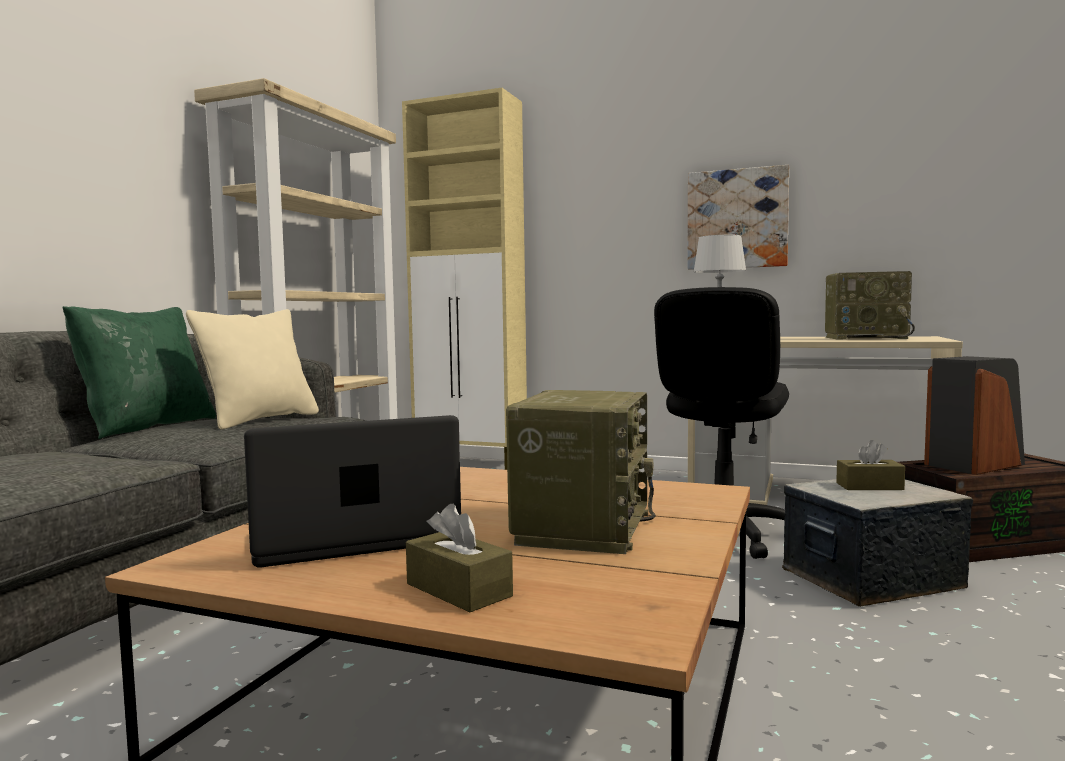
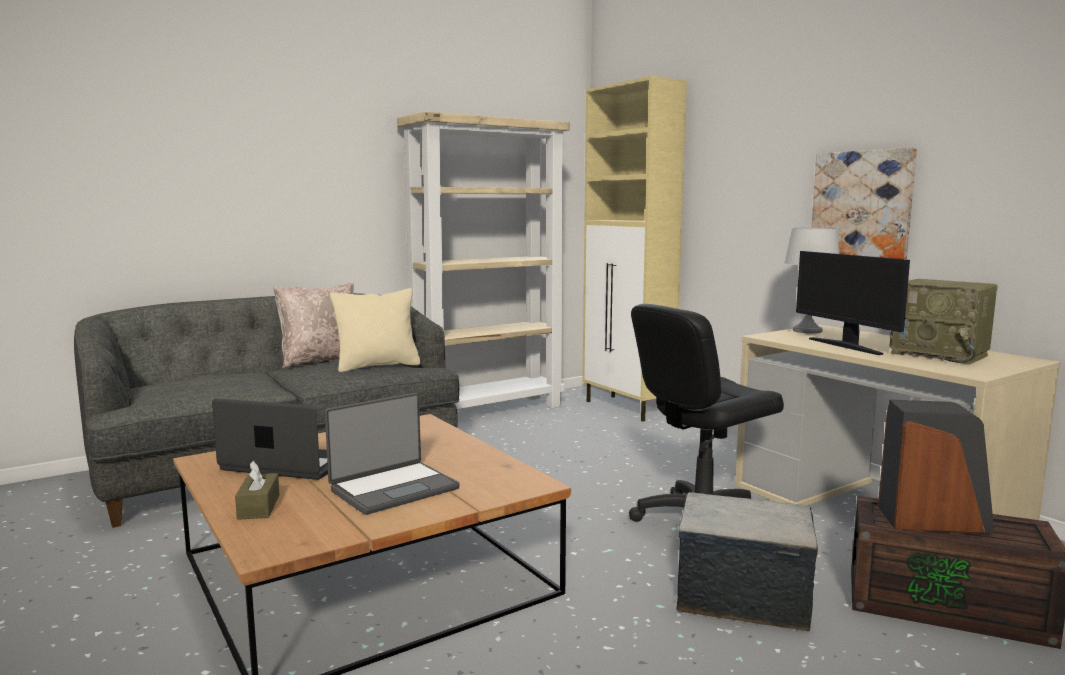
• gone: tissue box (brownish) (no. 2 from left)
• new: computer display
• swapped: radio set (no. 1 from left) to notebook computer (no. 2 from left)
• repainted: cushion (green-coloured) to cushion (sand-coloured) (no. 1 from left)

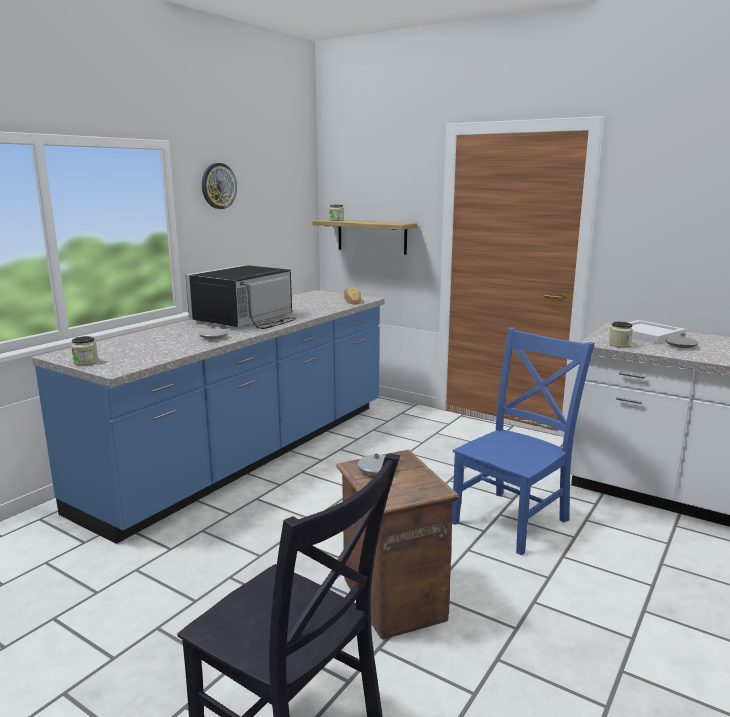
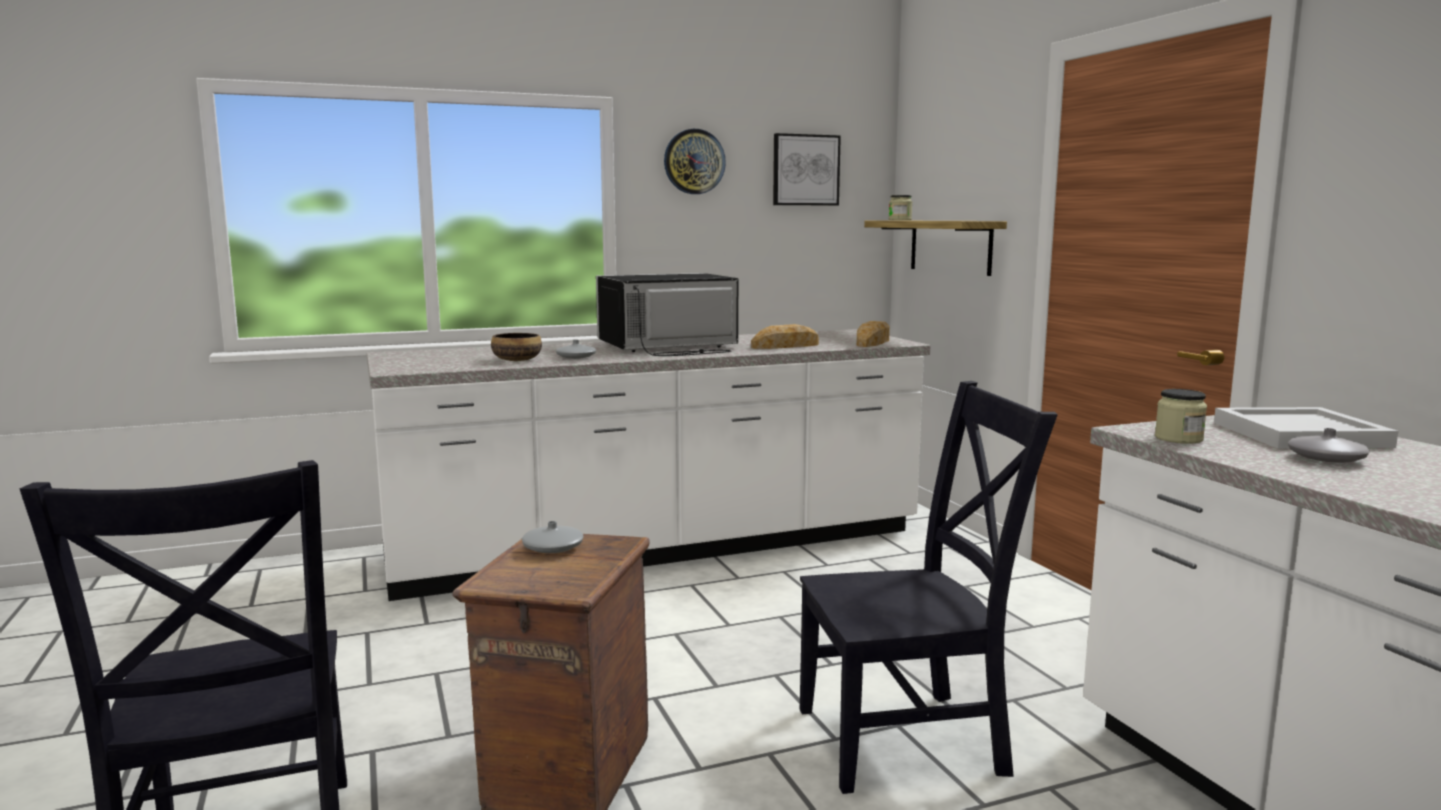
• gone: preserve jar (no. 1 from left)
• new: deep dish
• new: bread (no. 1 from left)
• new: wall picture
• repainted: kitchen counter (blue-coloured) to kitchen counter (white-coloured) (no. 1 from left)
• repainted: plain chair (blue-coloured) to plain chair (black-coloured) (no. 2 from left)

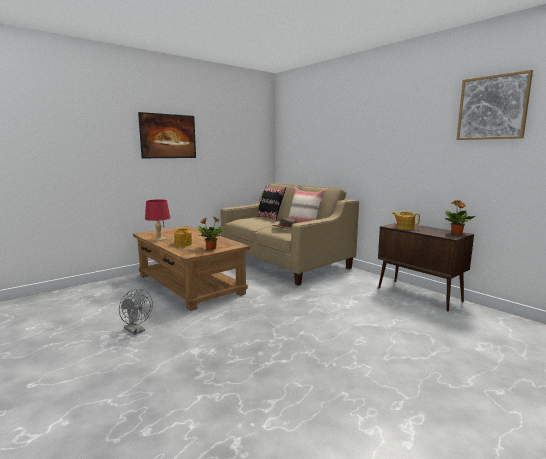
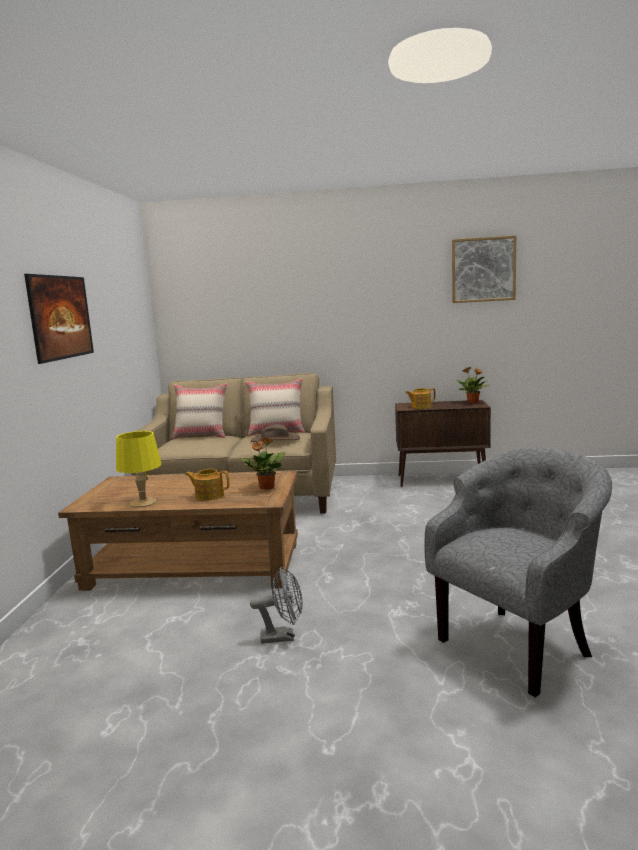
• new: lounge chair (greyish)
• repainted: lamp for a table (red) to lamp for a table (yellow)
• repainted: cushion (black-coloured) to cushion (sand-coloured) (no. 1 from left)

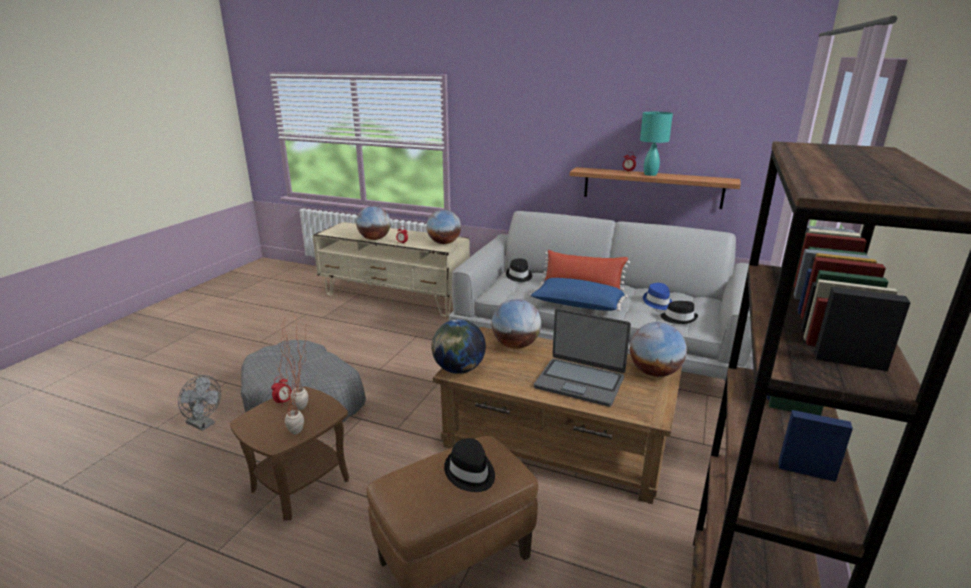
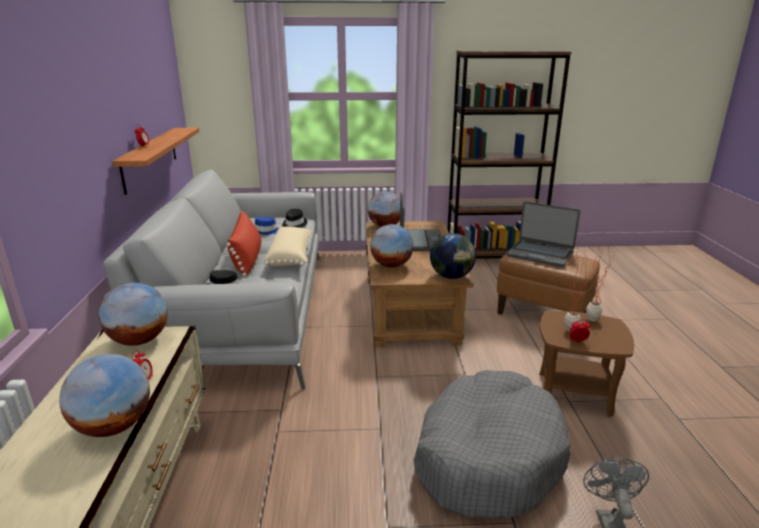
• gone: lamp for a table (blue-green)
• swapped: wearable hat (black-coloured) (no. 1 from left) to notebook computer (no. 2 from left)
• repainted: cushion (blue-coloured) to cushion (sand-coloured)

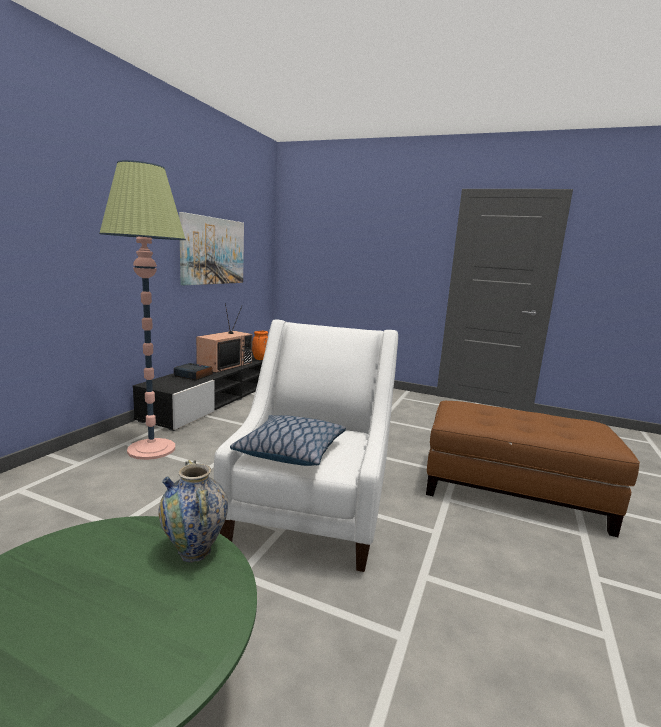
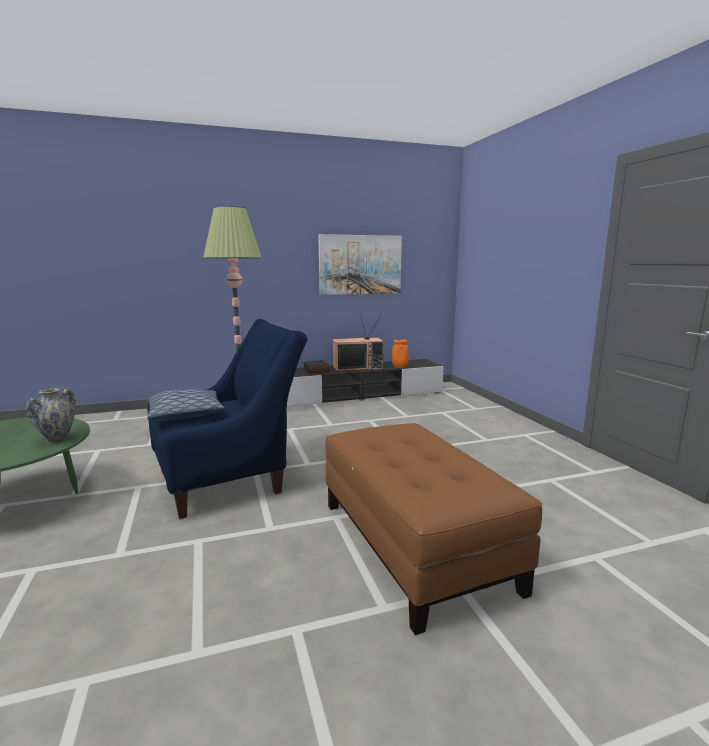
• repainted: lounge chair (white-coloured) to lounge chair (blue-coloured)

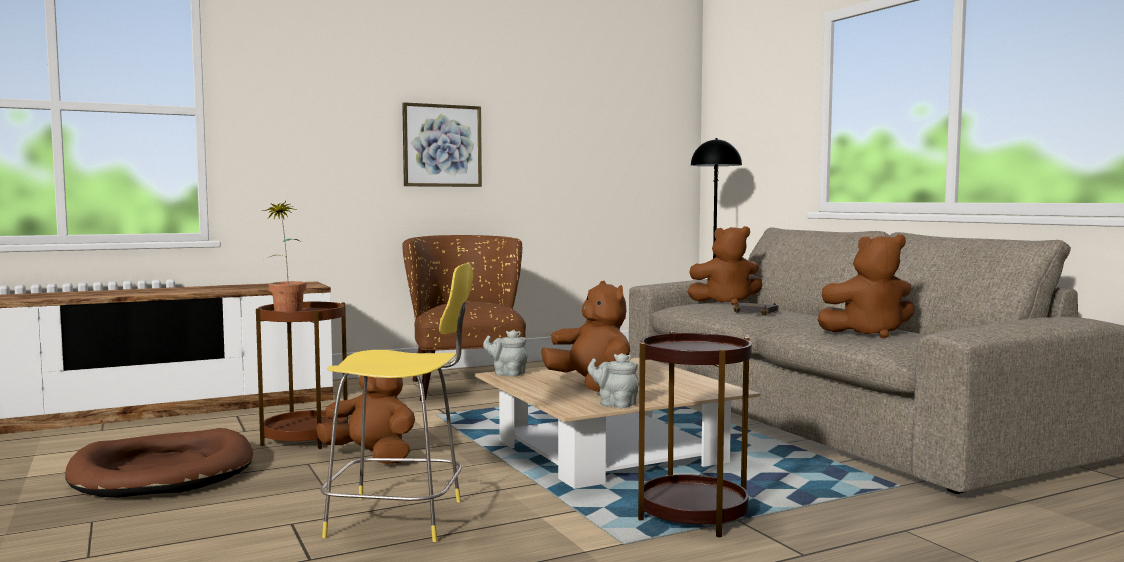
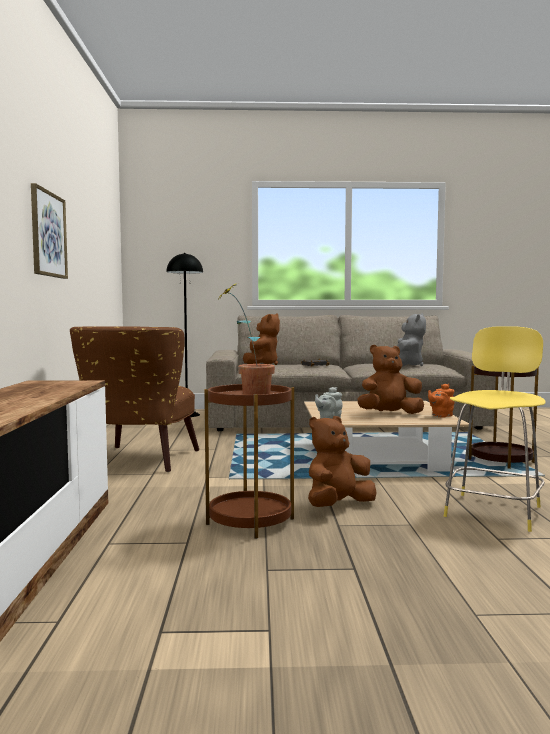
• gone: dog bed (brownish)
• repainted: tea pot (greyish) (no. 2 from left) to tea pot (orangey)
• repainted: plush toy (brownish) (no. 4 from left) to plush toy (greyish)
• rotated: lounge chair (brownish) 90 degrees counterclockwise

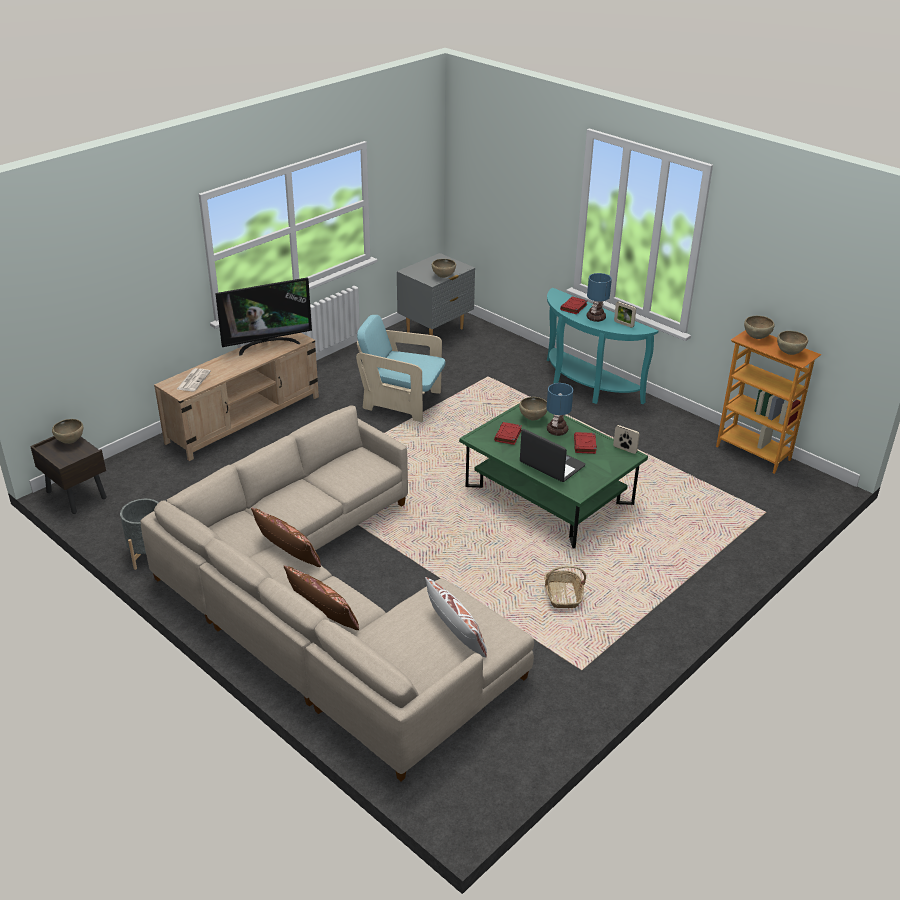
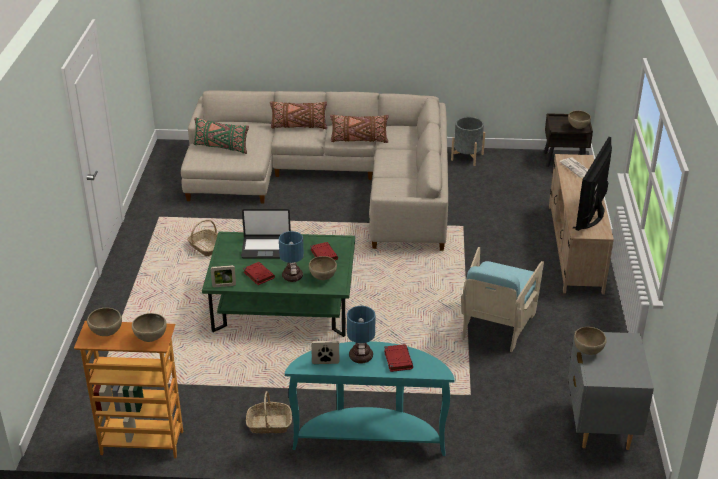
• new: basket (no. 2 from left)
• repainted: cushion (white-coloured) to cushion (green-coloured)
• rotated: lounge chair (blue-green) 135 degrees clockwise

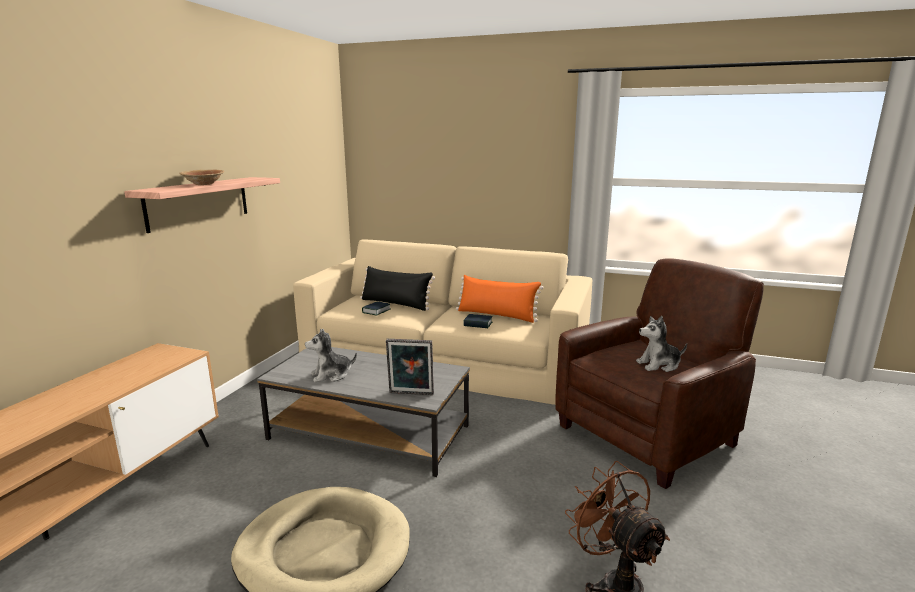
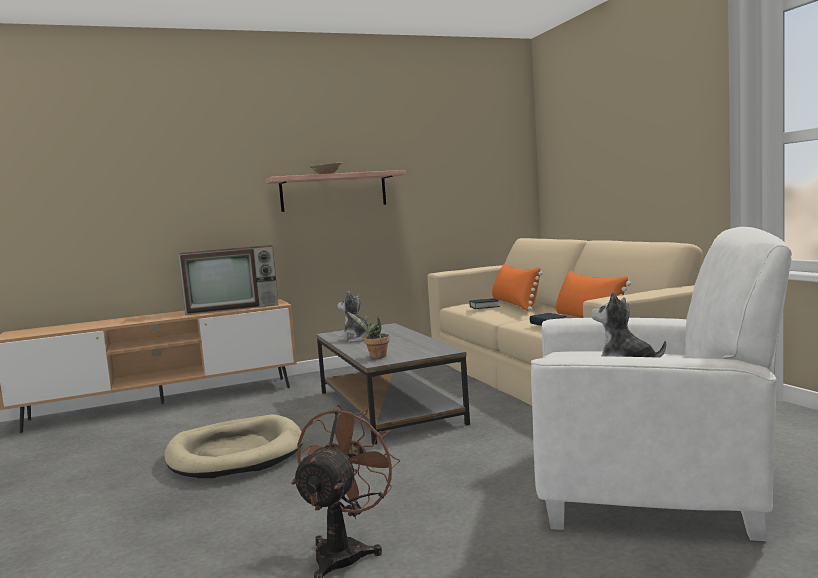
• new: television
• swapped: photo frame to houseplant
• repainted: cushion (black-coloured) to cushion (orangey) (no. 1 from left)
• repainted: lounge chair (brownish) to lounge chair (white-coloured)

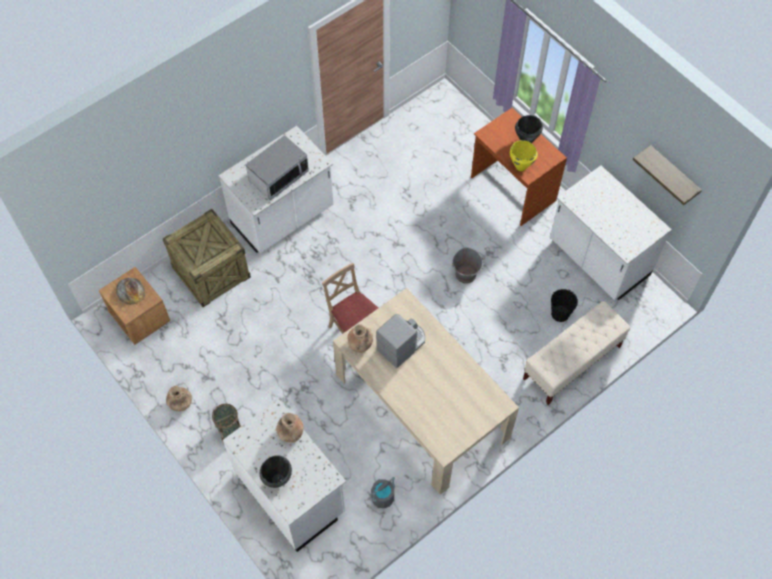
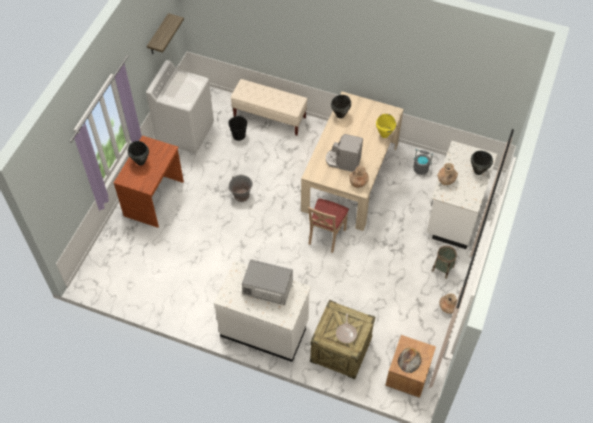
• new: saucepot (black-coloured) (no. 2 from left)
• new: frying pan
• shifted: saucepot (yellow)
• swapped: kitchen counter (white-coloured) (no. 3 from left) to laundry appliance (white-coloured)

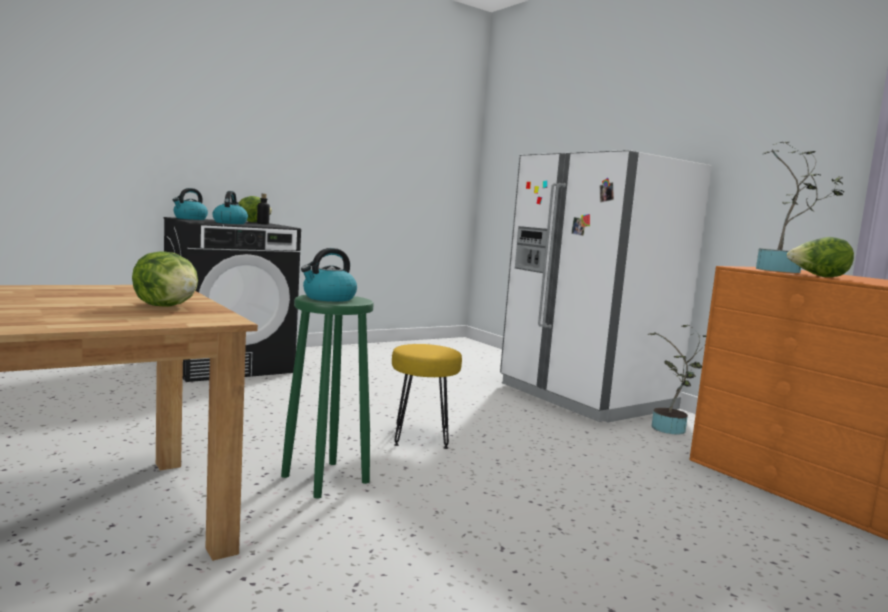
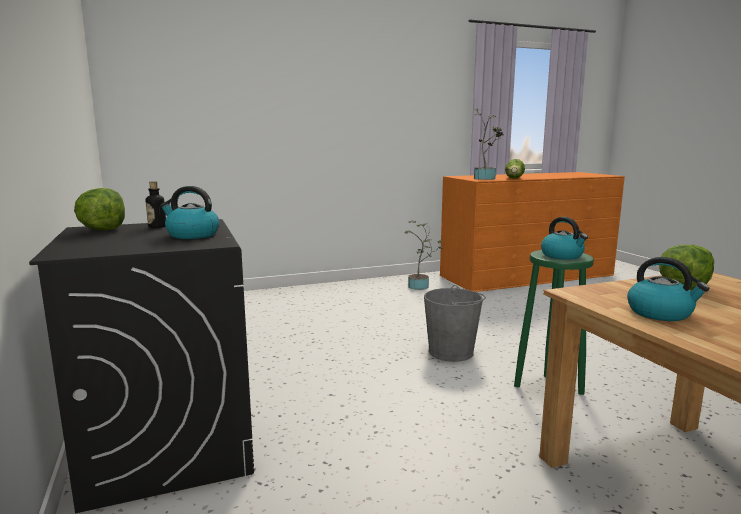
• gone: fridge (white-coloured)
• shifted: kettle (no. 1 from left in the first image) to kettle (no. 3 from left)
• swapped: sitting stool (yellow) to pail (greyish)

